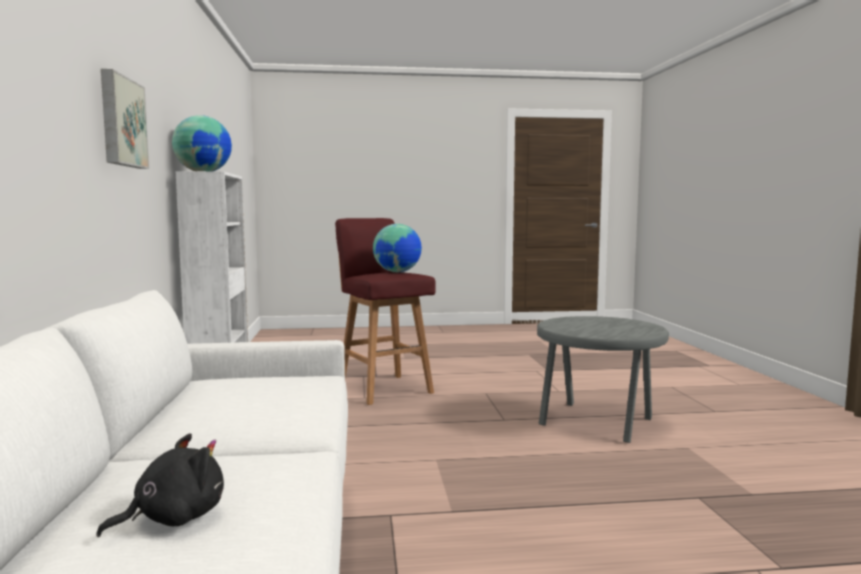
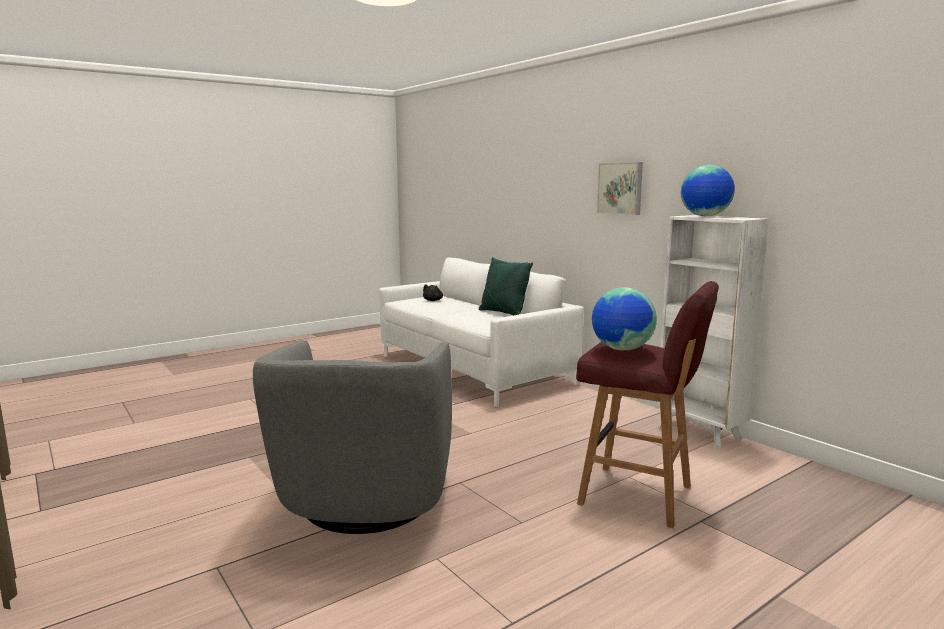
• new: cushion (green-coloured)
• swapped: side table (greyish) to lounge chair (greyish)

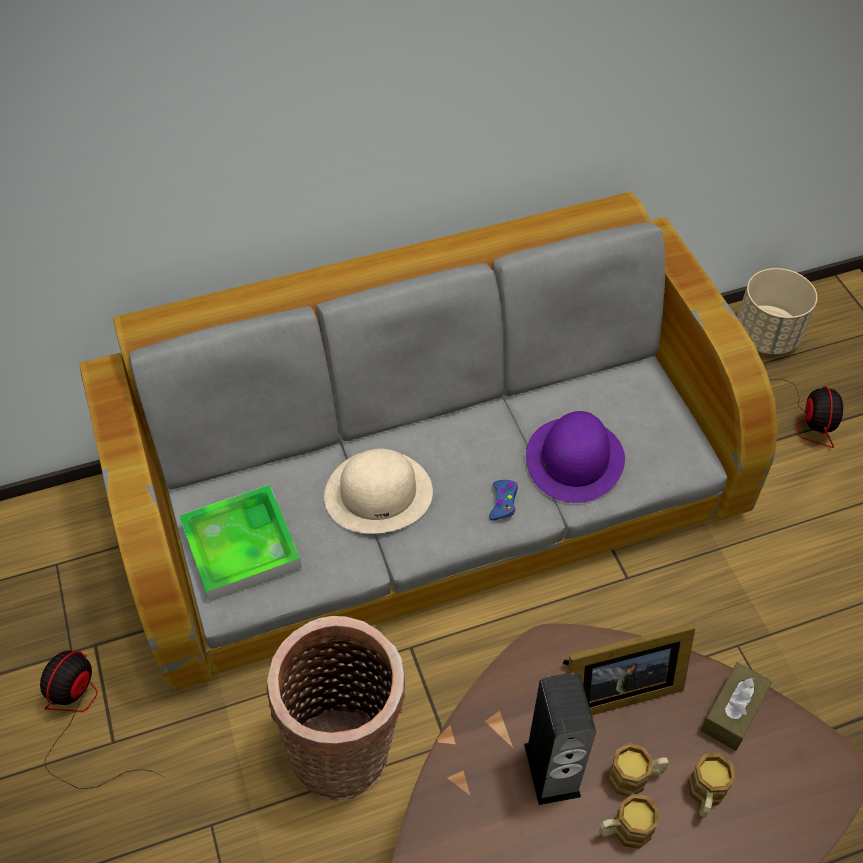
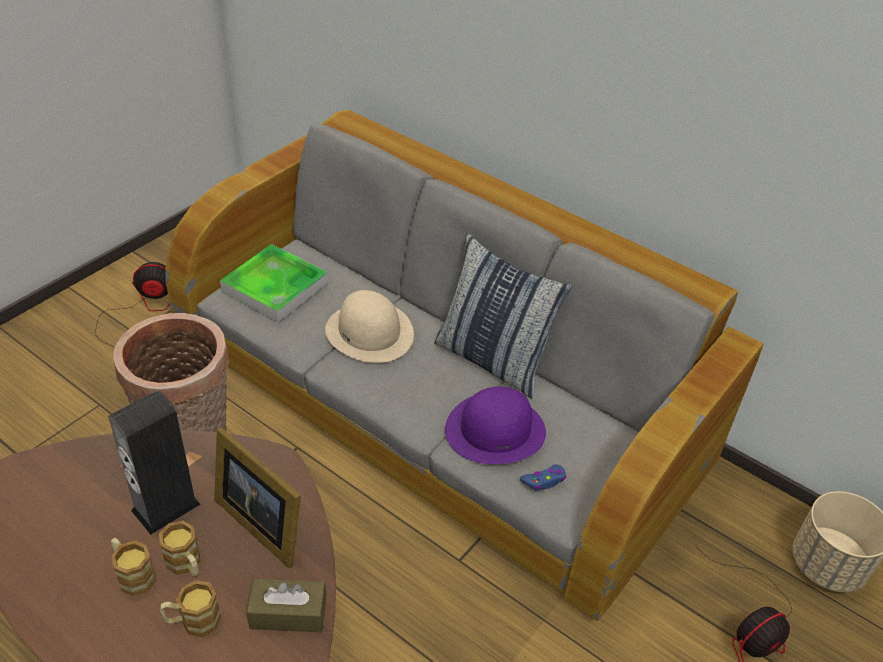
• new: cushion
• shifted: gamepad (blue-coloured)

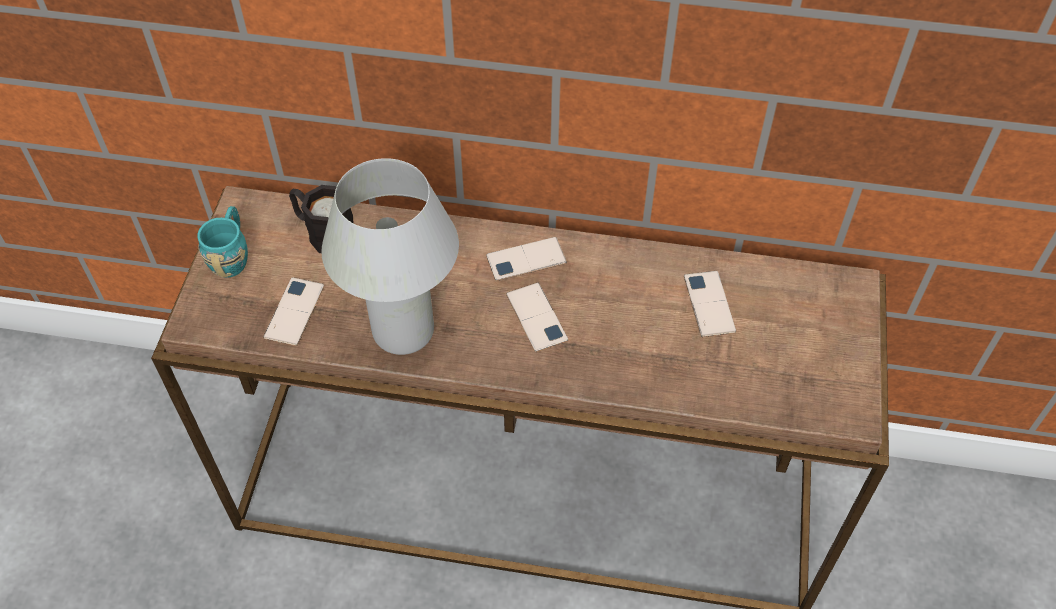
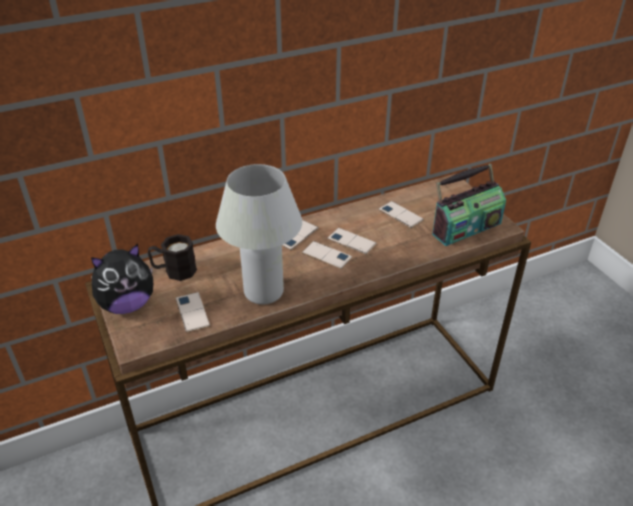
• new: telephone (no. 4 from left)
• new: radio set
• swapped: mug (blue-green) to plush toy

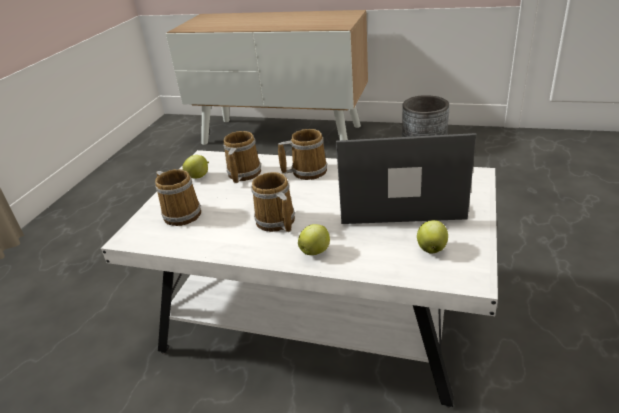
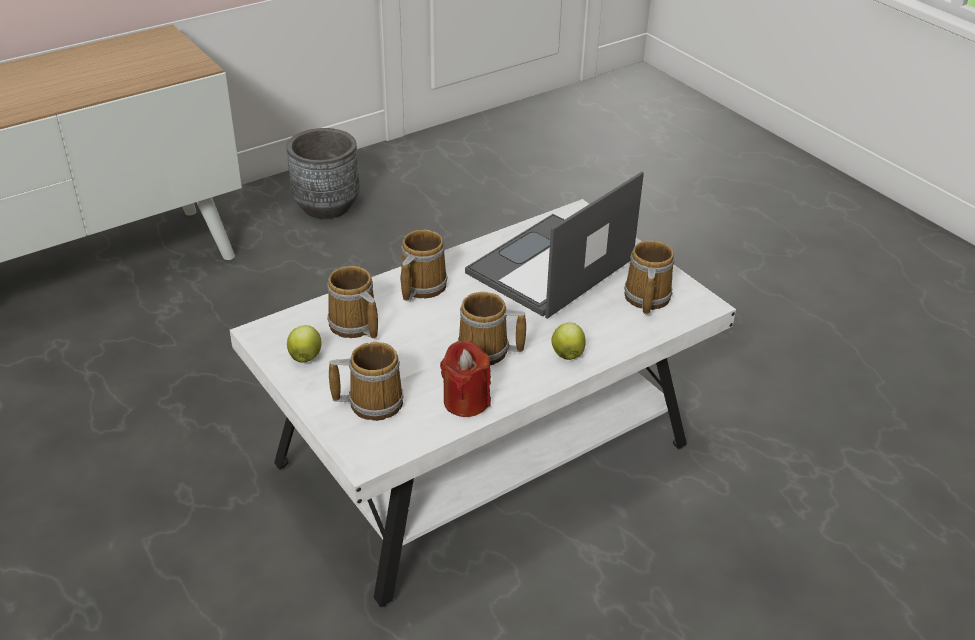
• new: candle (red)
• swapped: whole apple (no. 3 from left) to mug (no. 5 from left)

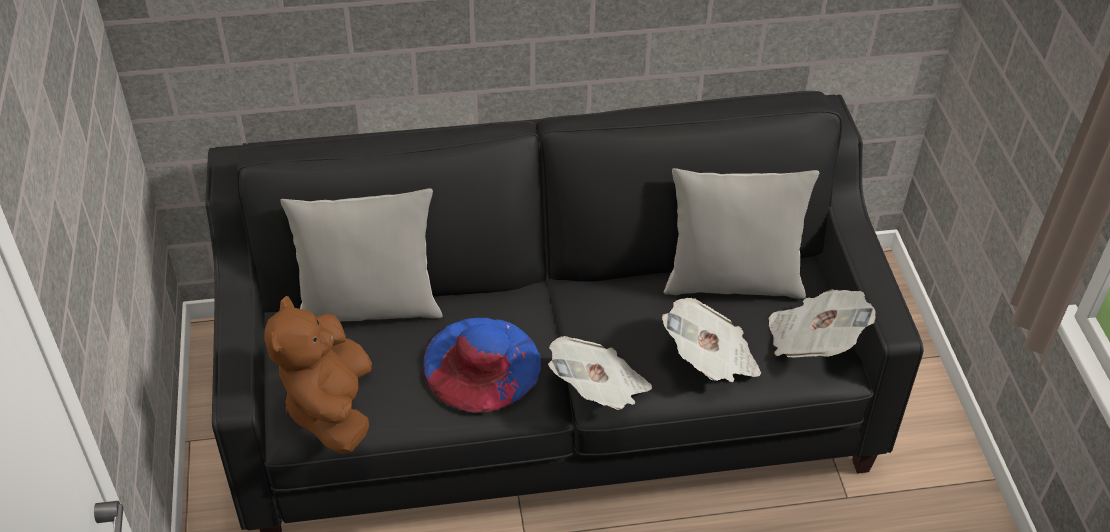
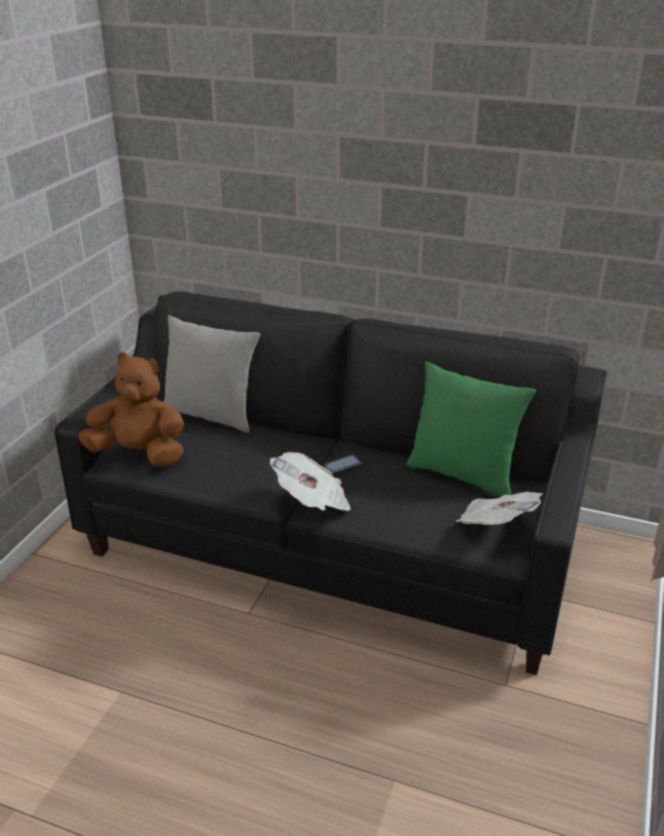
• gone: wearable hat (blue-coloured)
• gone: printed paper (no. 2 from left)
• new: telephone
• repainted: cushion (greyish) (no. 2 from left) to cushion (green-coloured)
• rotated: plush toy (brownish) 75 degrees clockwise

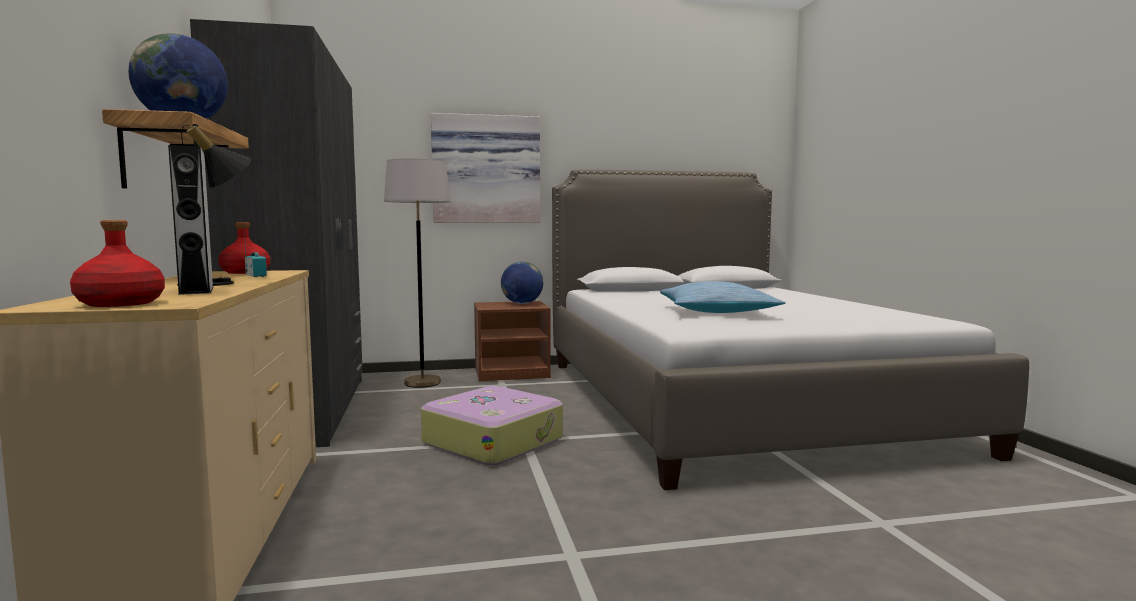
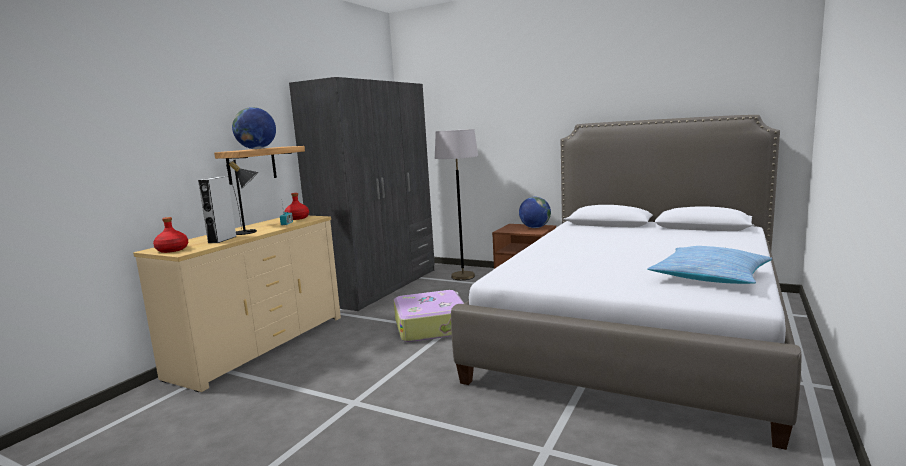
• gone: wall picture
• shifted: cushion

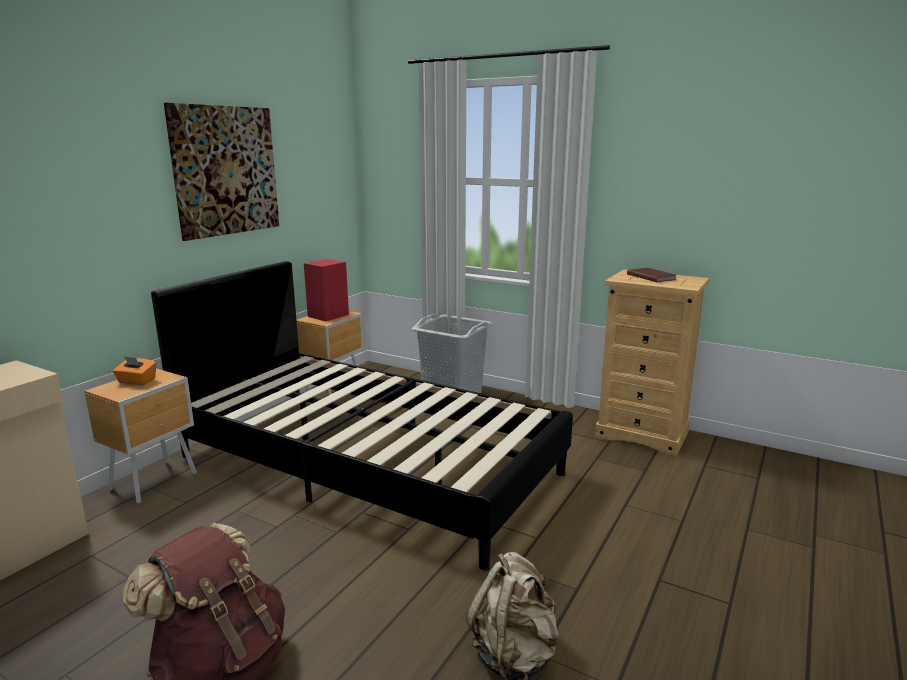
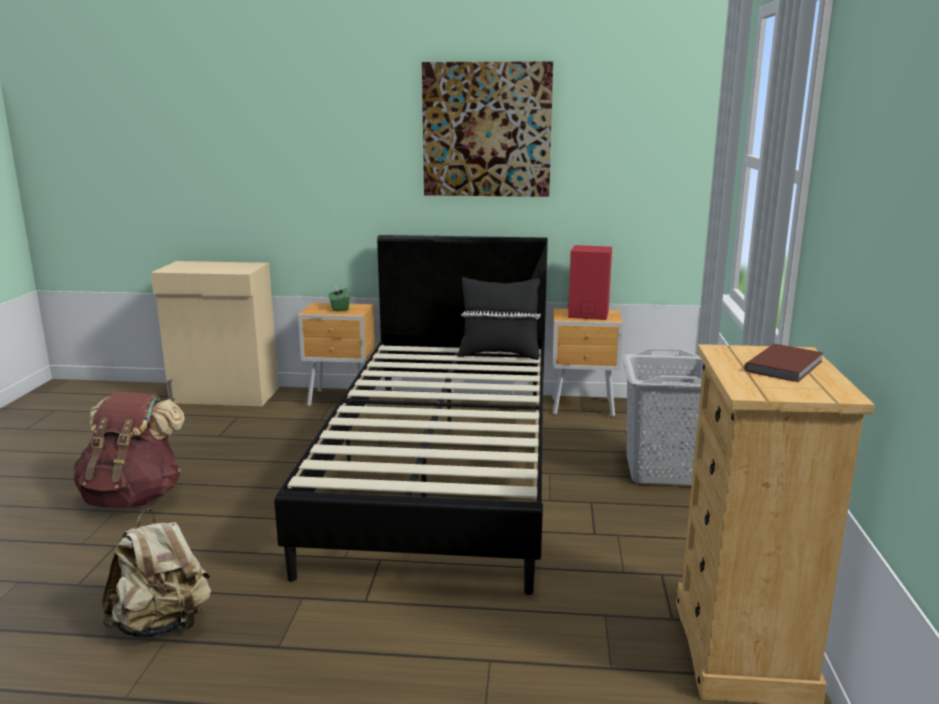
• new: cushion (black-coloured)
• repainted: tissue box (orangey) to tissue box (green-coloured)

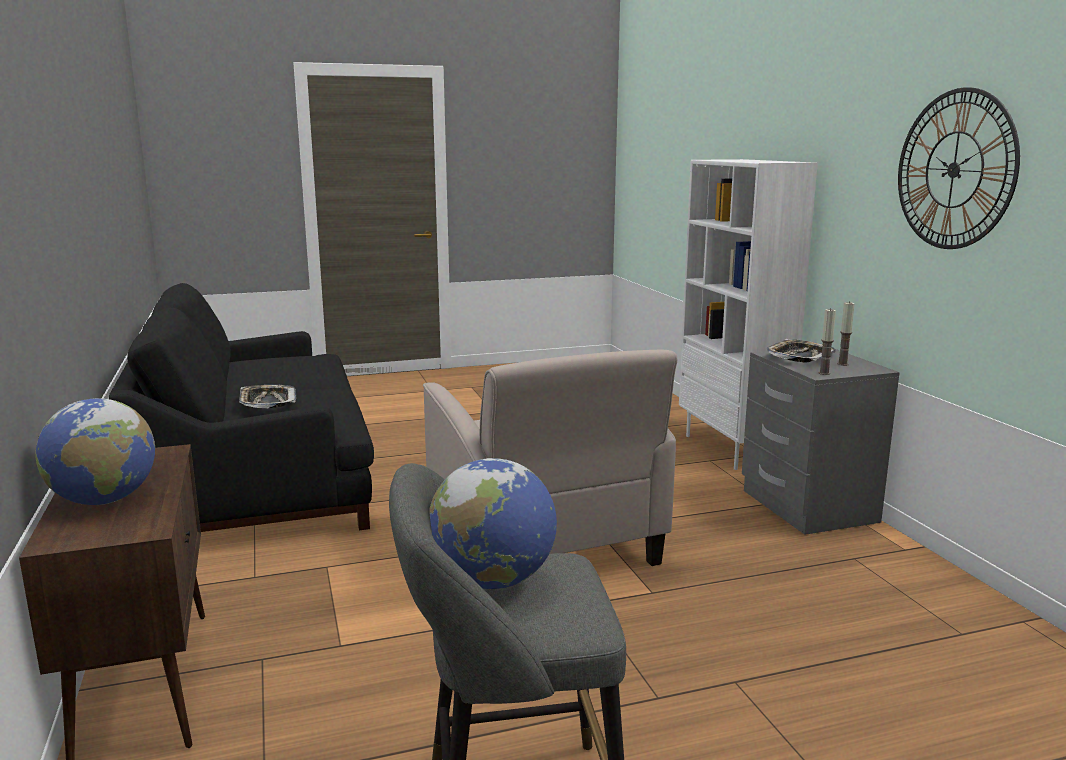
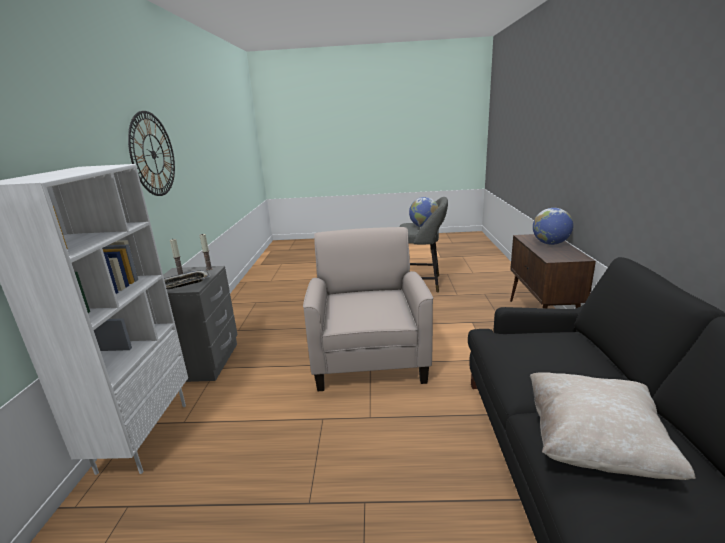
• gone: tray (no. 1 from left)
• new: cushion (sand-coloured)

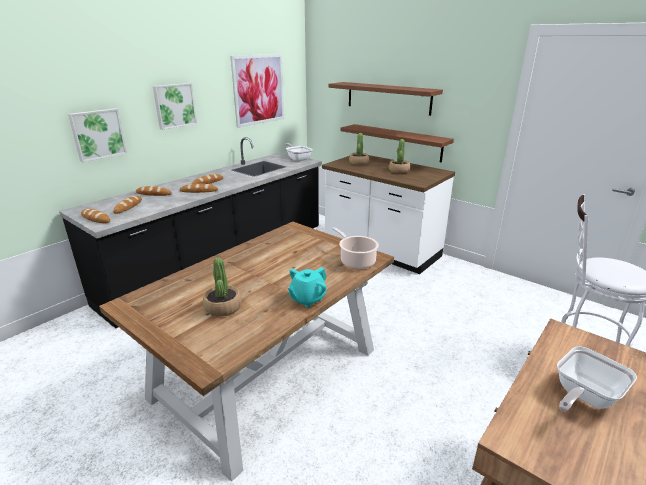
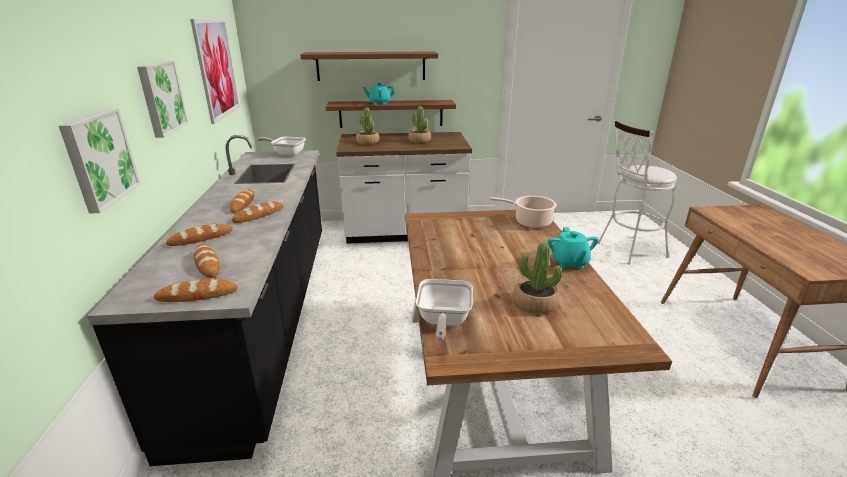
• new: tea pot (blue-green) (no. 1 from left)
• shifted: frying pan (no. 2 from left)

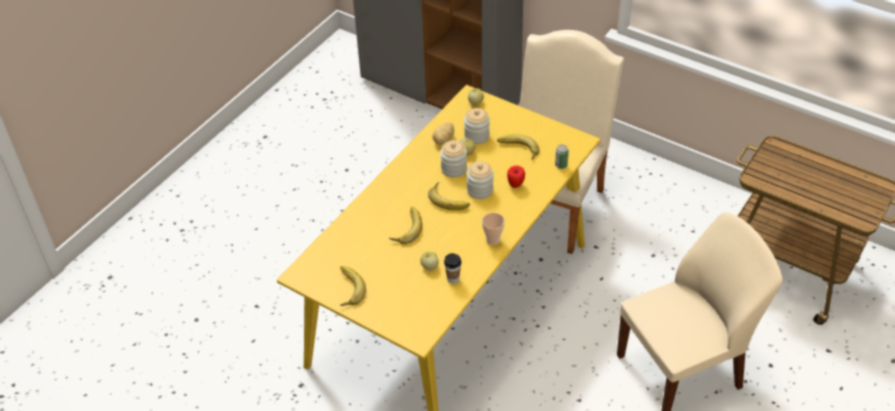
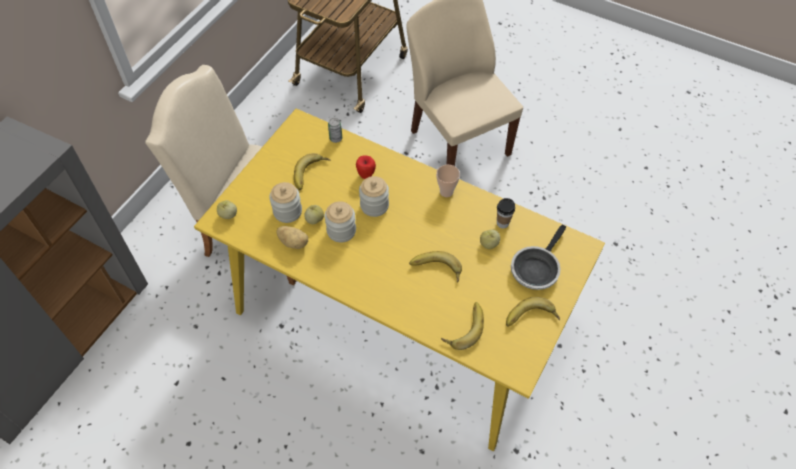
• new: frying pan
• shifted: banana (no. 3 from left)

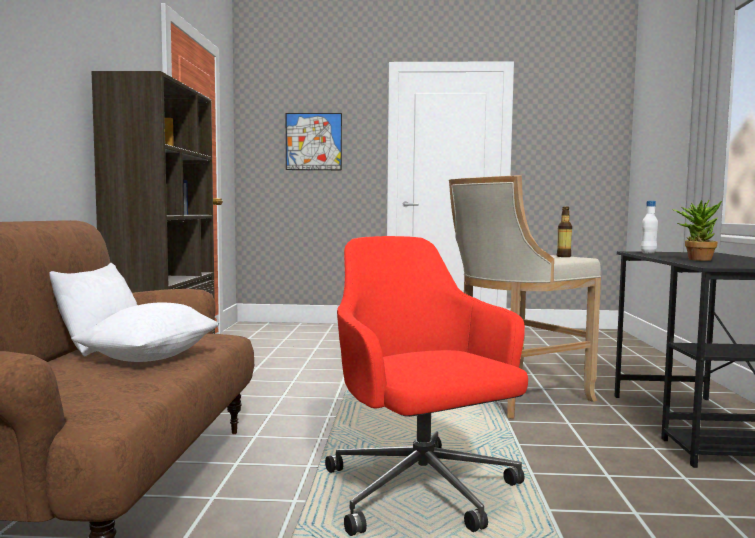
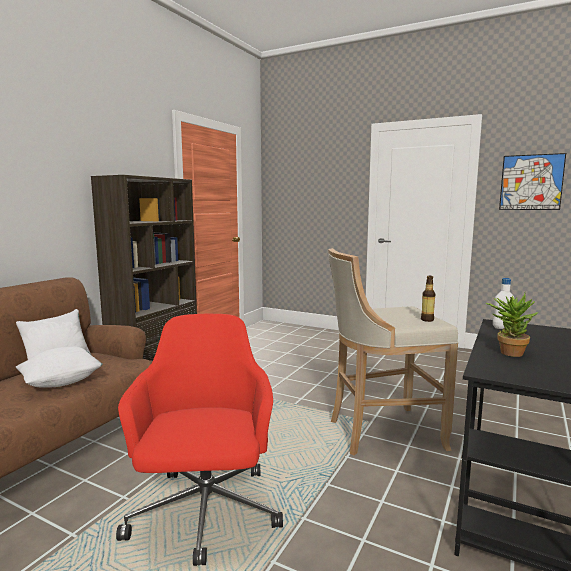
• shifted: wall picture

